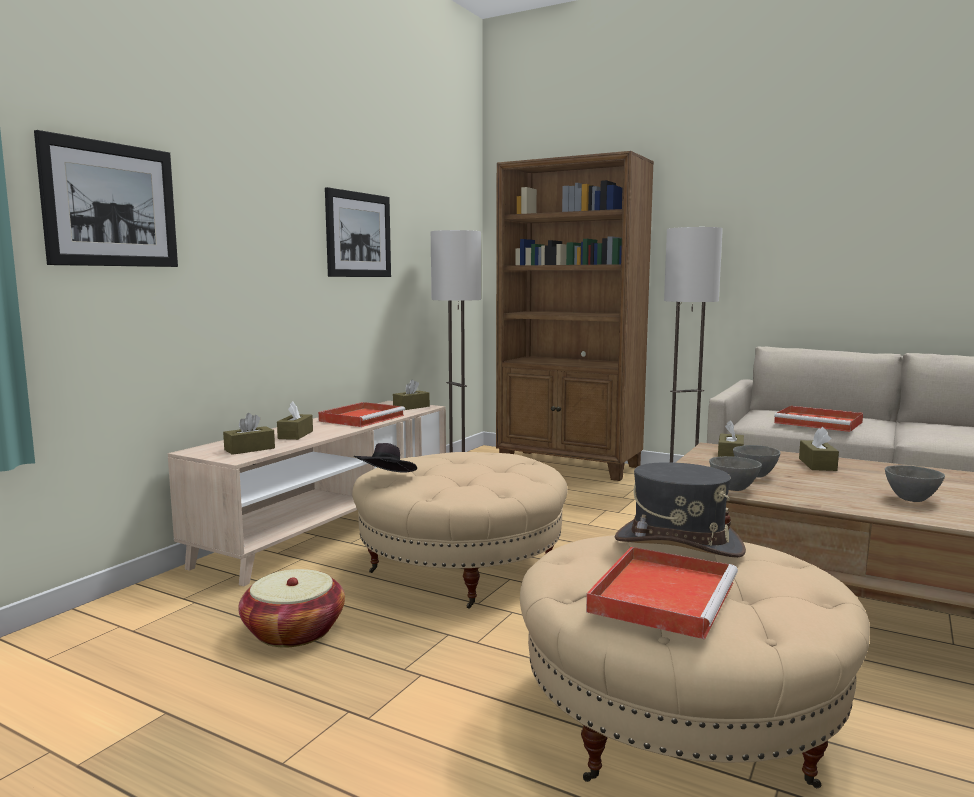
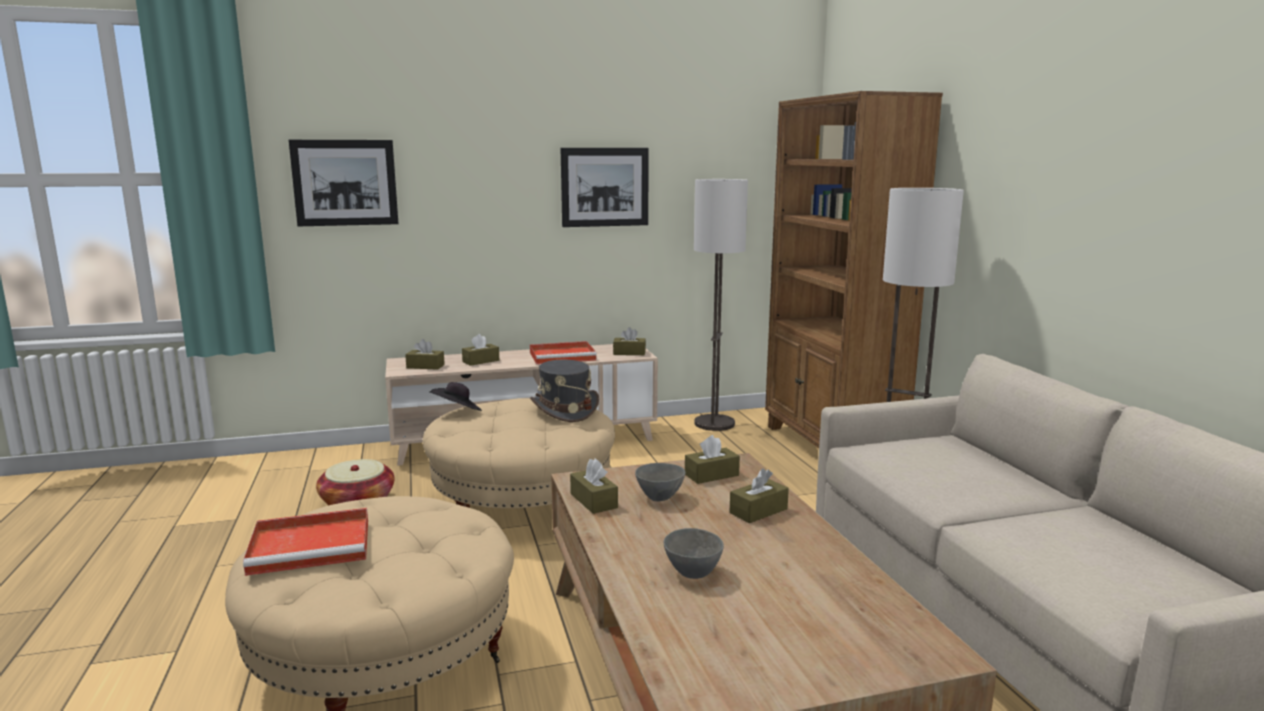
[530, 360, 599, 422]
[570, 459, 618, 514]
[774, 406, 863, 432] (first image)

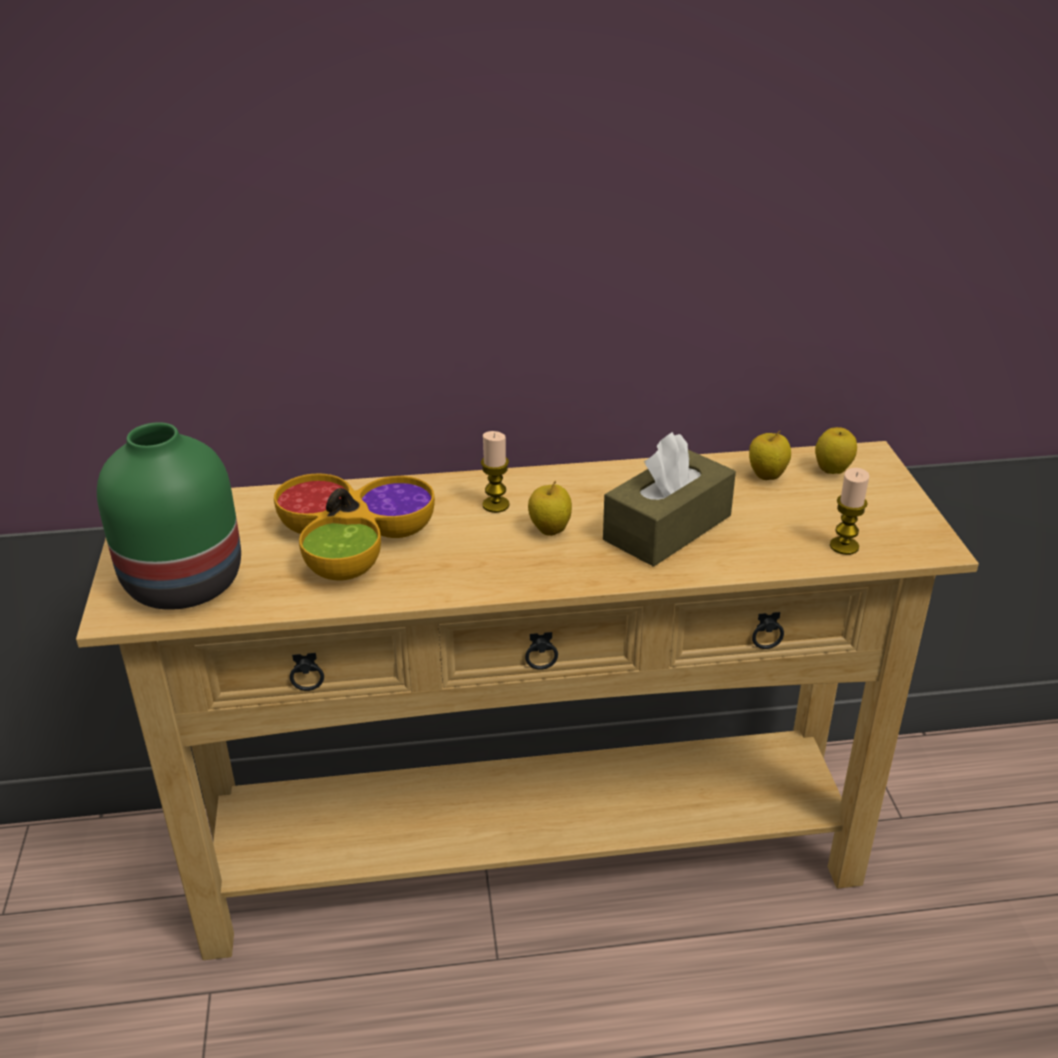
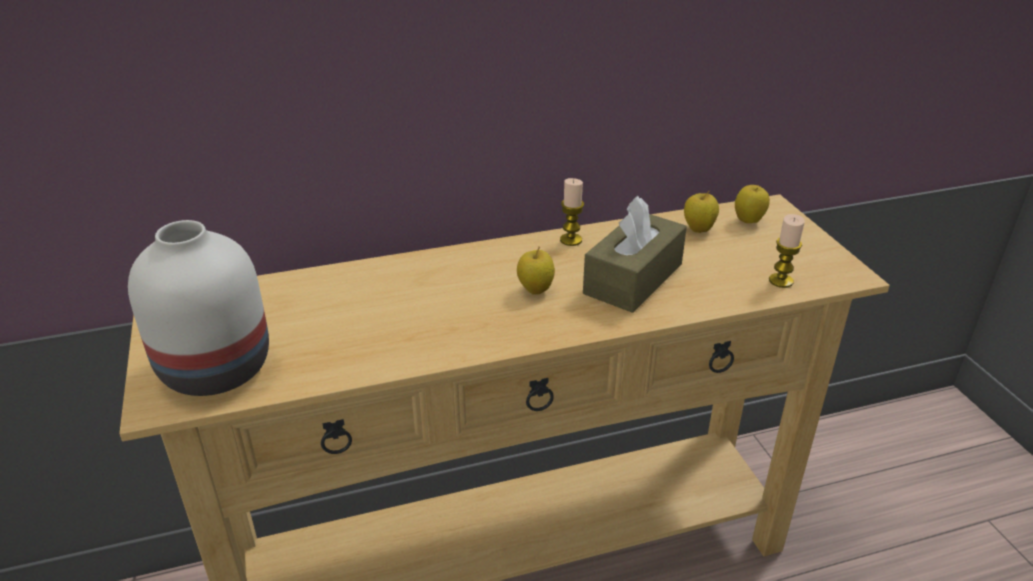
[128, 220, 269, 396]
[560, 178, 584, 246]
[274, 474, 435, 581] (first image)

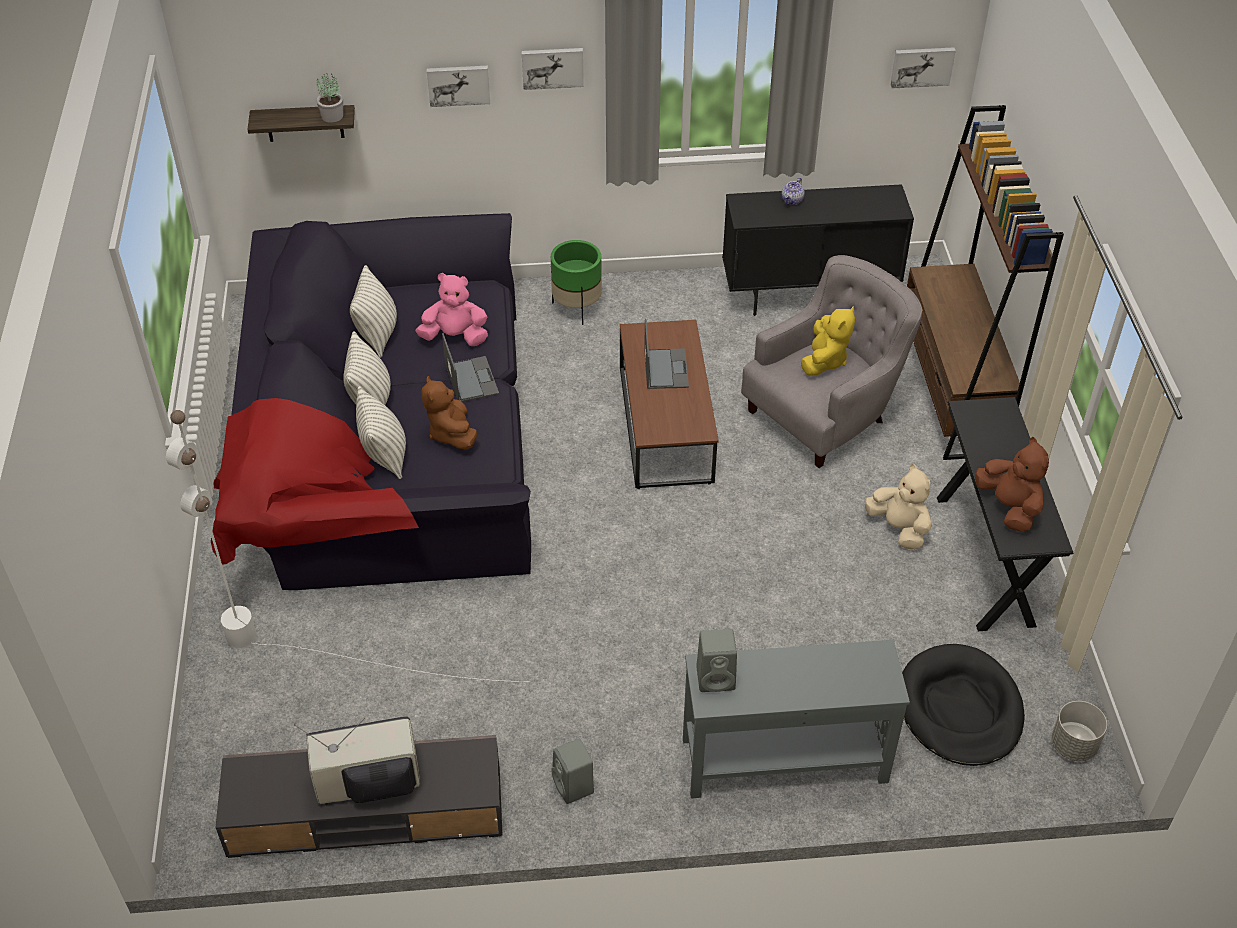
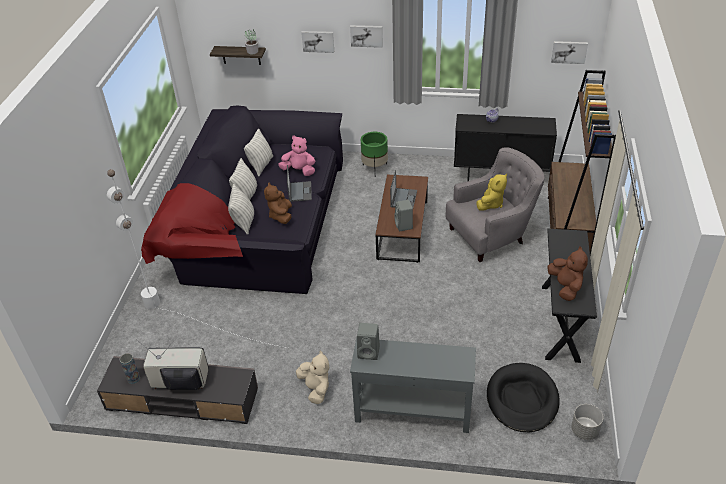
[119, 353, 140, 384]
[296, 350, 329, 404]
[394, 200, 413, 231]

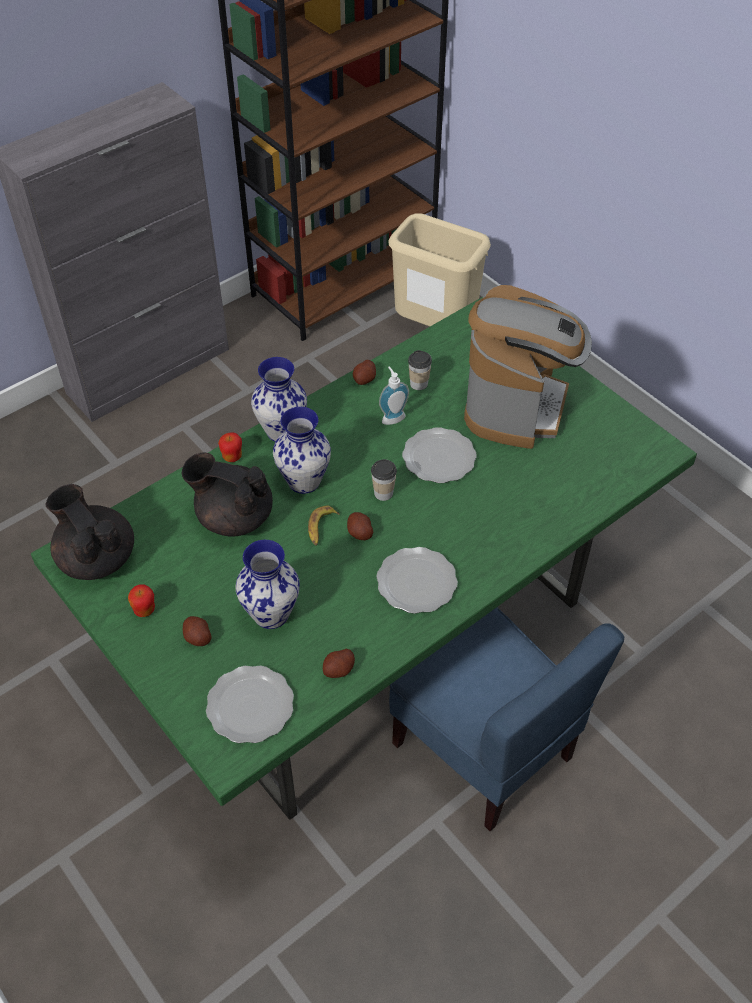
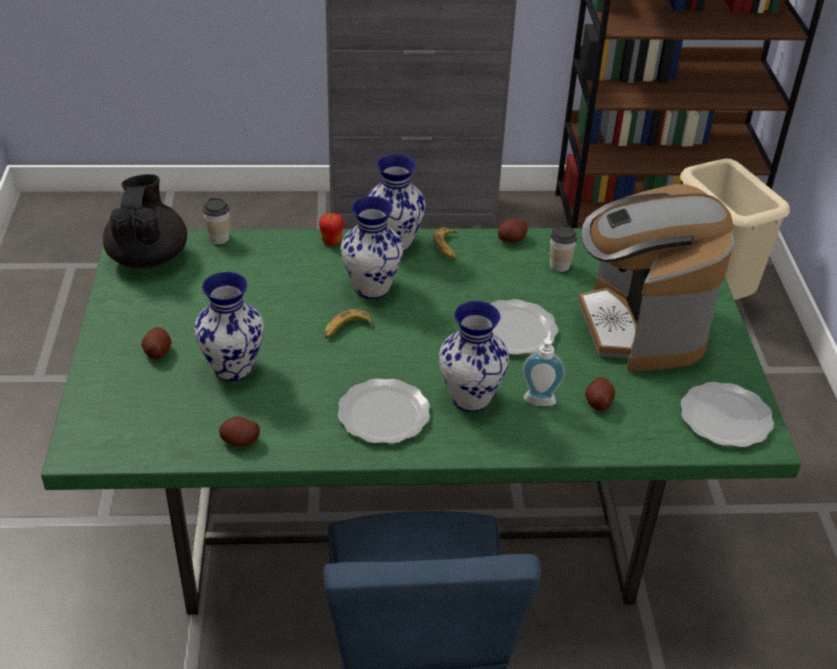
[203, 198, 230, 245]
[433, 227, 457, 260]
[439, 301, 509, 412]
[522, 331, 565, 406]
[579, 184, 734, 371]
[585, 377, 615, 411]
[680, 382, 774, 448]
[128, 584, 155, 617] (first image)
[181, 452, 273, 536] (first image)

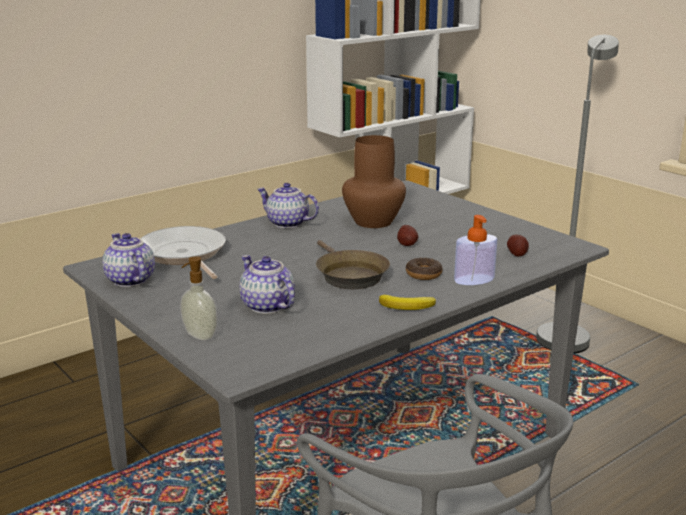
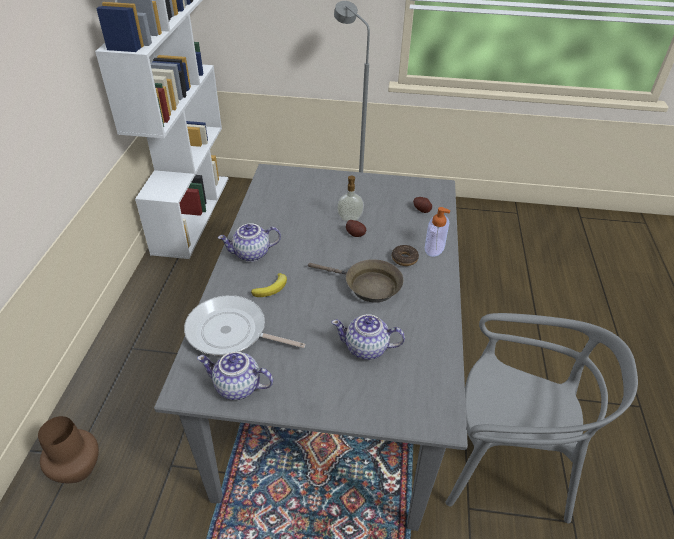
[38, 416, 99, 483]
[251, 273, 287, 297]
[337, 176, 364, 221]

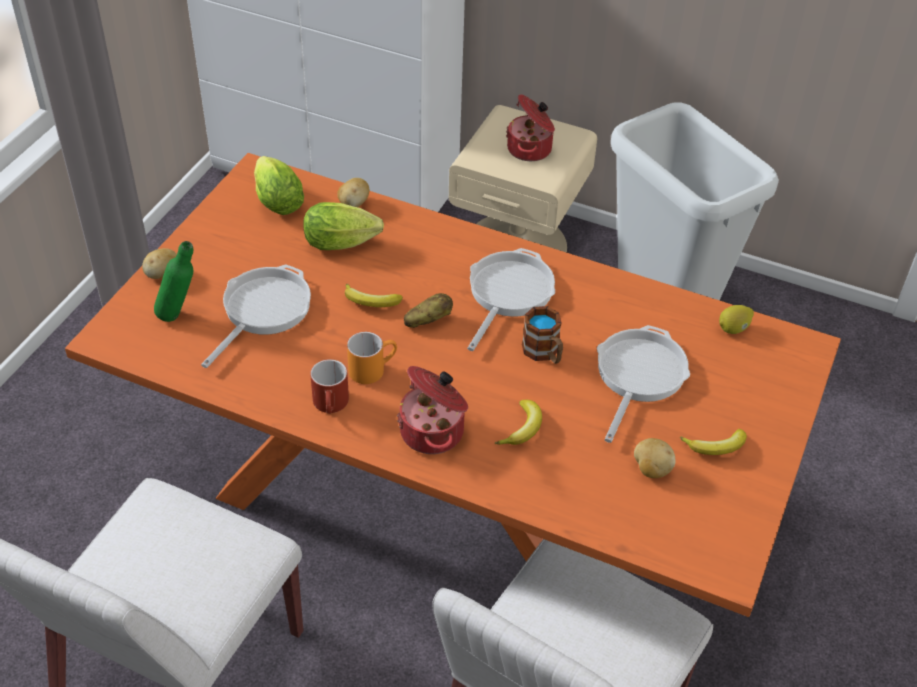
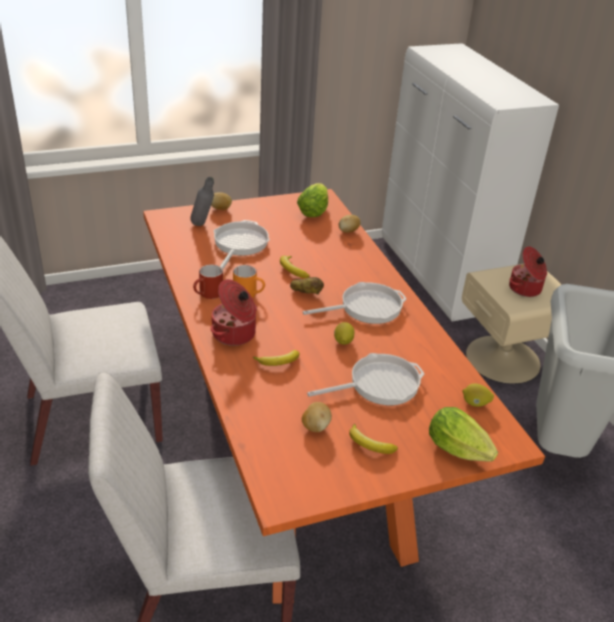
[190, 177, 214, 226]
[214, 220, 270, 269]
[334, 322, 354, 345]
[429, 407, 498, 461]

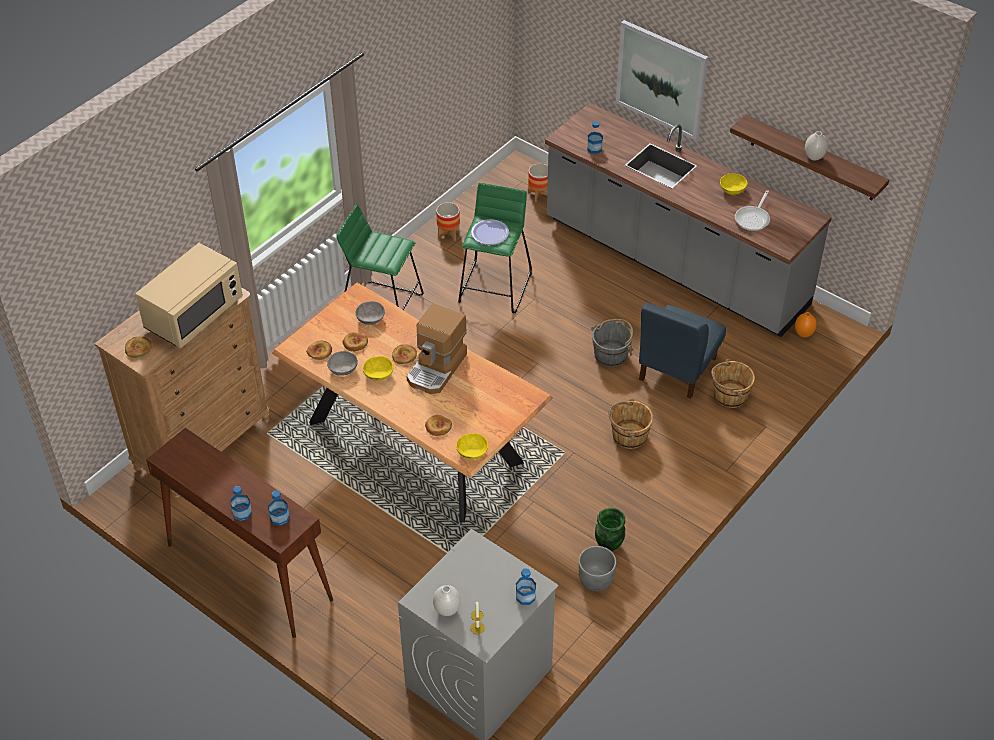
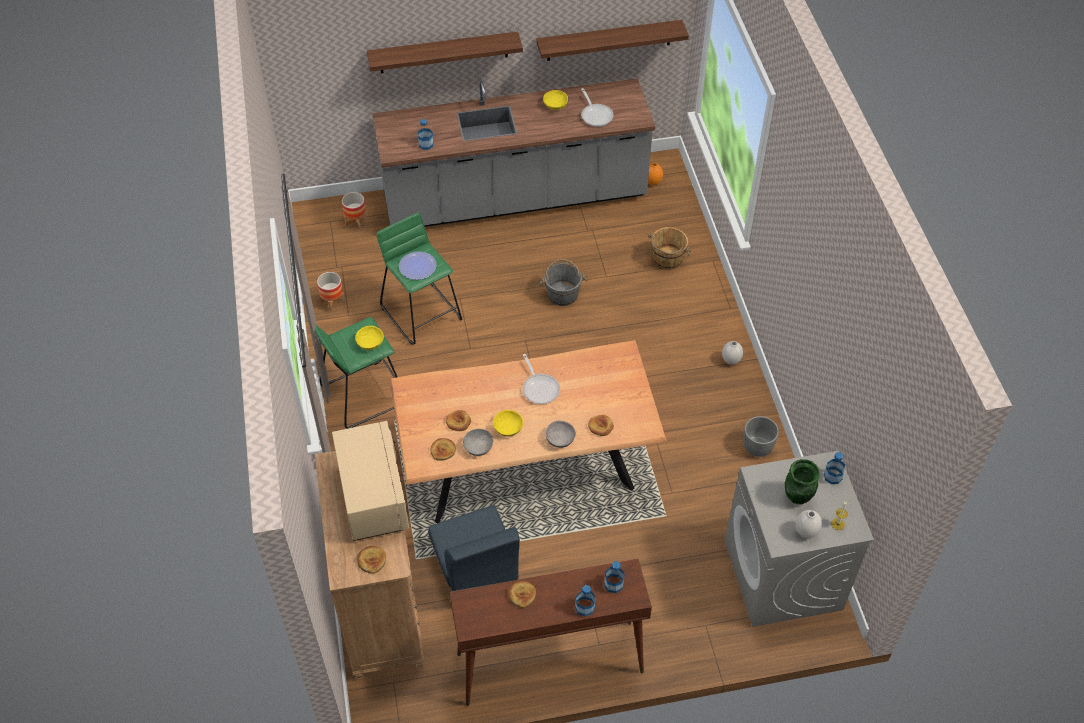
[355, 326, 384, 350]
[367, 32, 523, 74]
[428, 506, 520, 591]
[508, 581, 536, 608]
[523, 354, 560, 404]
[545, 420, 576, 448]
[722, 341, 743, 365]
[785, 459, 820, 504]
[609, 398, 653, 449] (first image)

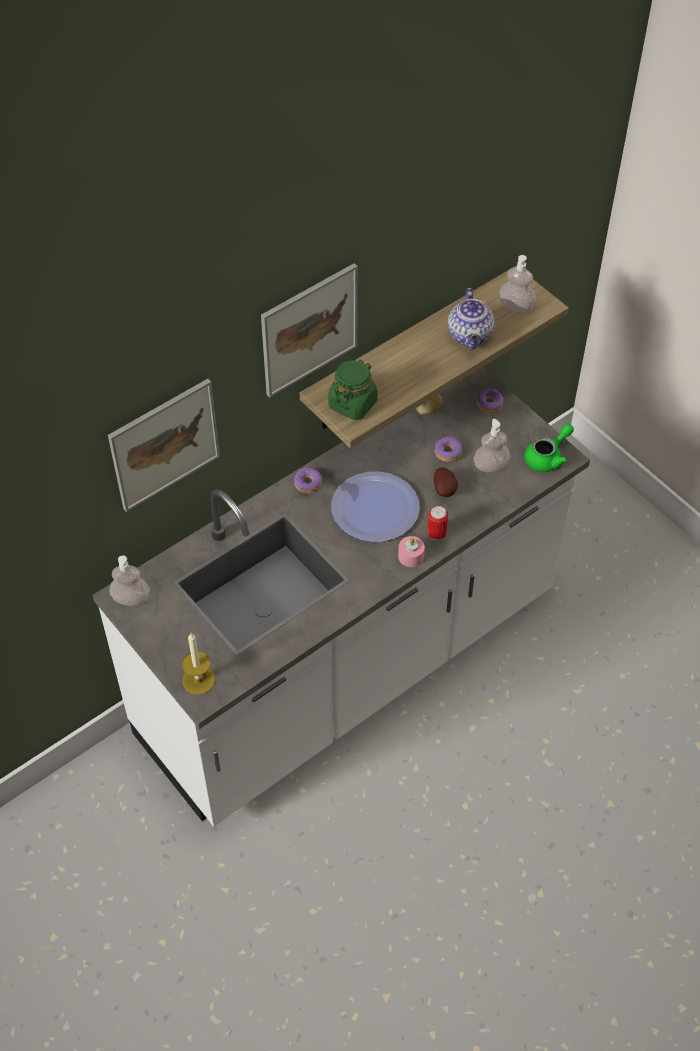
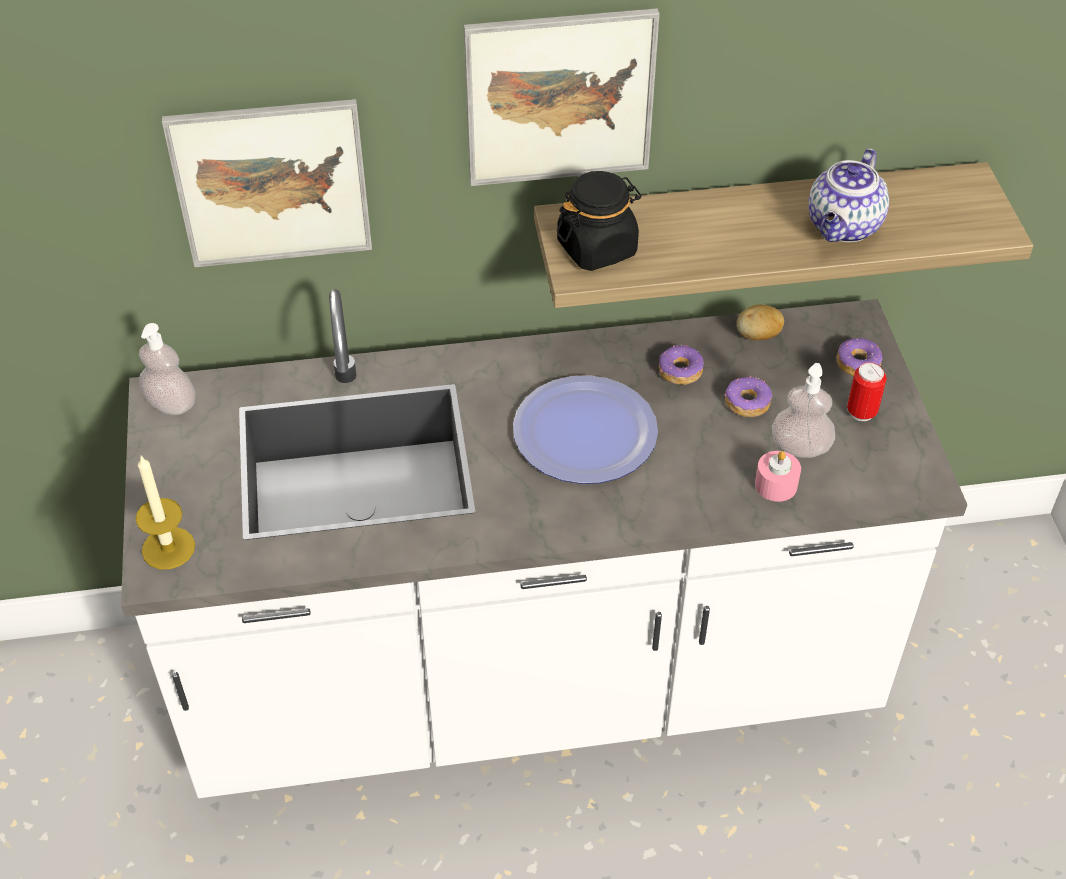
[557, 171, 641, 271]
[659, 345, 704, 385]
[755, 451, 801, 502]
[847, 362, 887, 421]
[434, 467, 458, 497] (first image)
[499, 255, 536, 312] (first image)
[524, 423, 574, 472] (first image)

